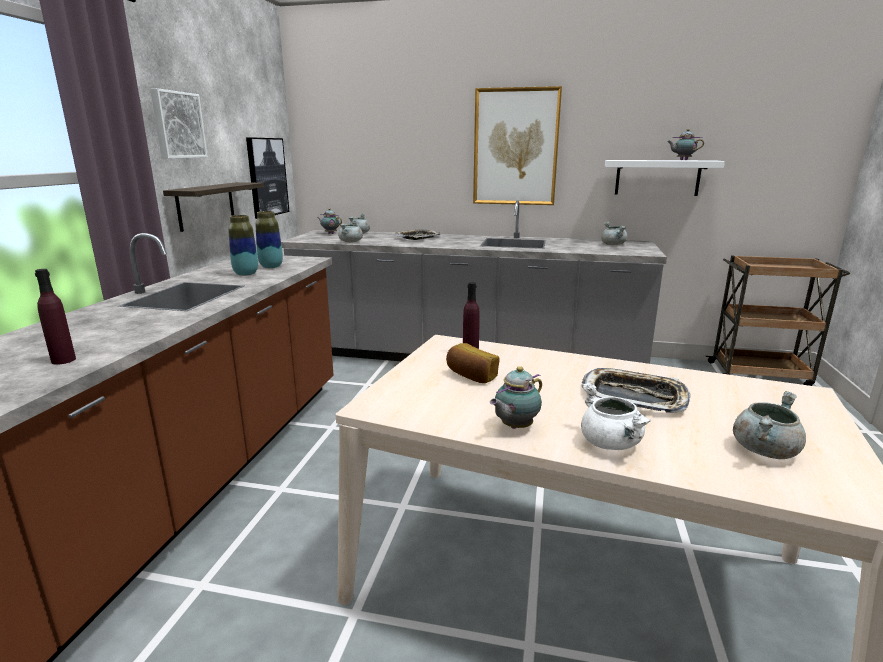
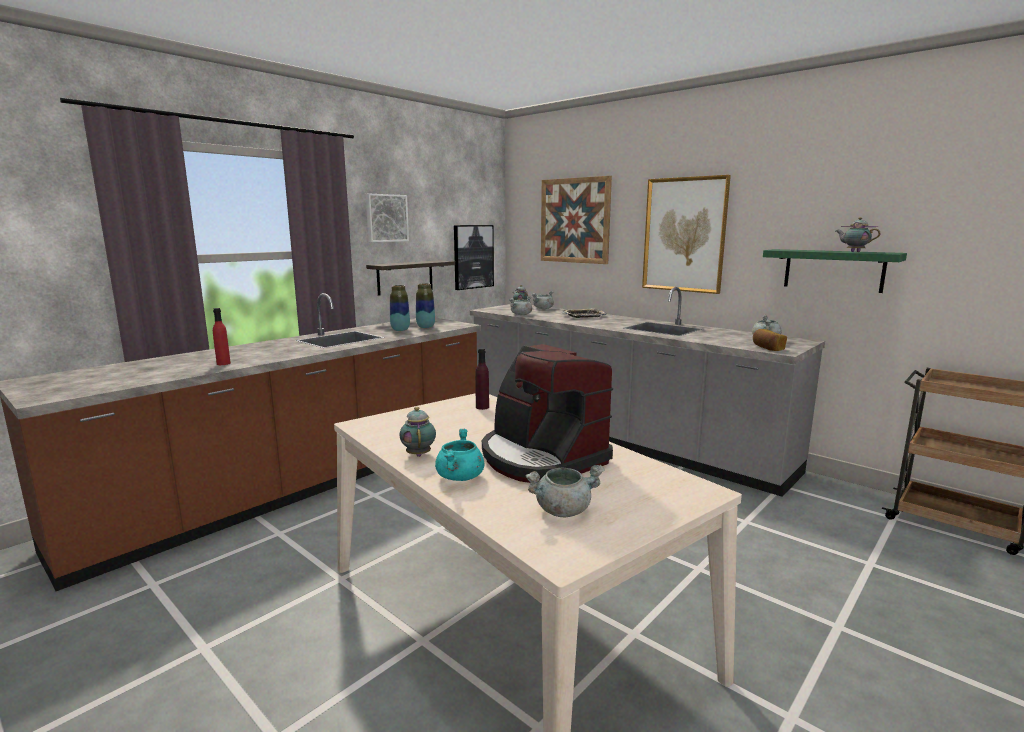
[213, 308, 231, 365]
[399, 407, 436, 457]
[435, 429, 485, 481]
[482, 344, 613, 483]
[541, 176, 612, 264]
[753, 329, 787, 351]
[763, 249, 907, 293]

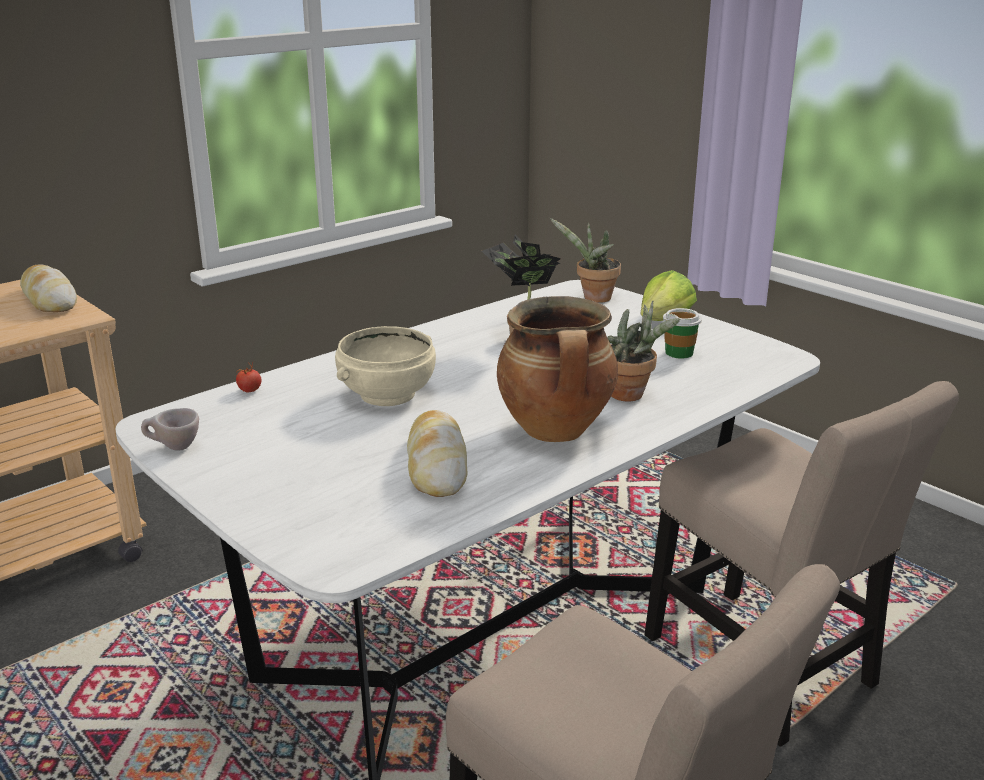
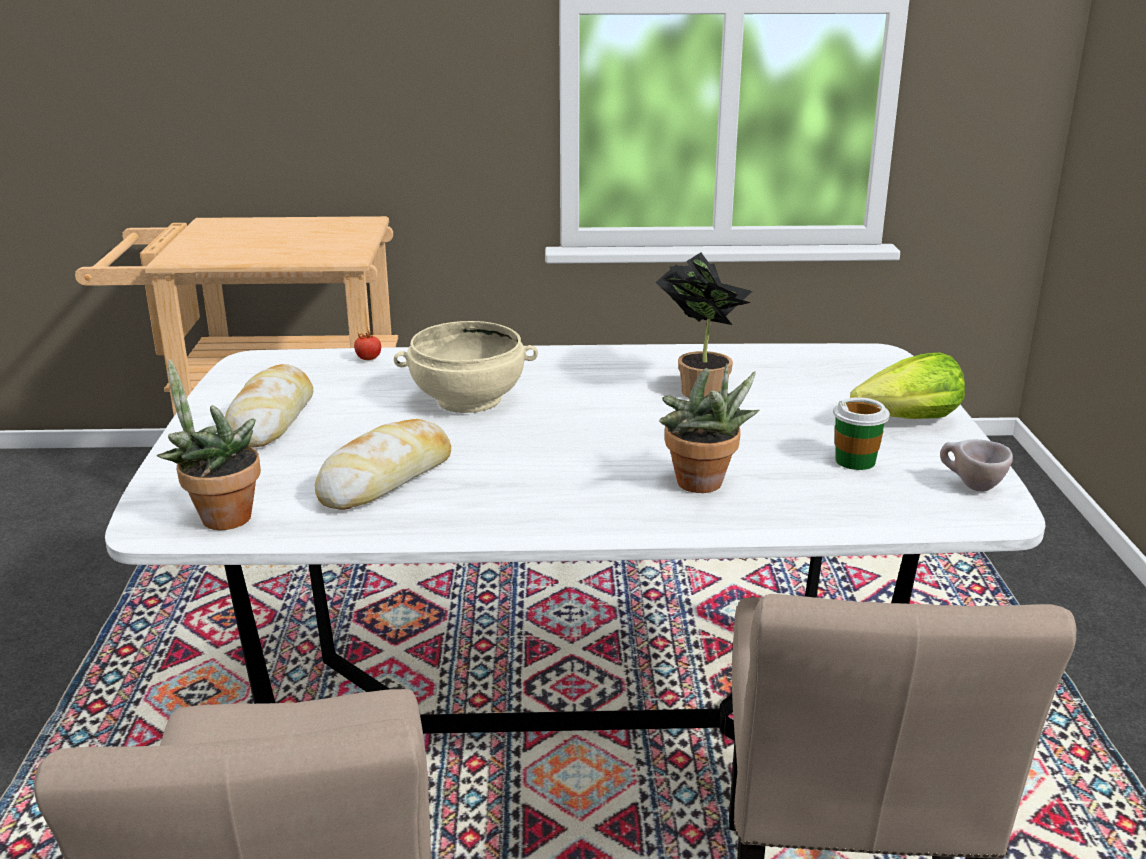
[157, 359, 261, 530]
[225, 364, 313, 448]
[940, 439, 1013, 492]
[497, 296, 618, 442] (first image)

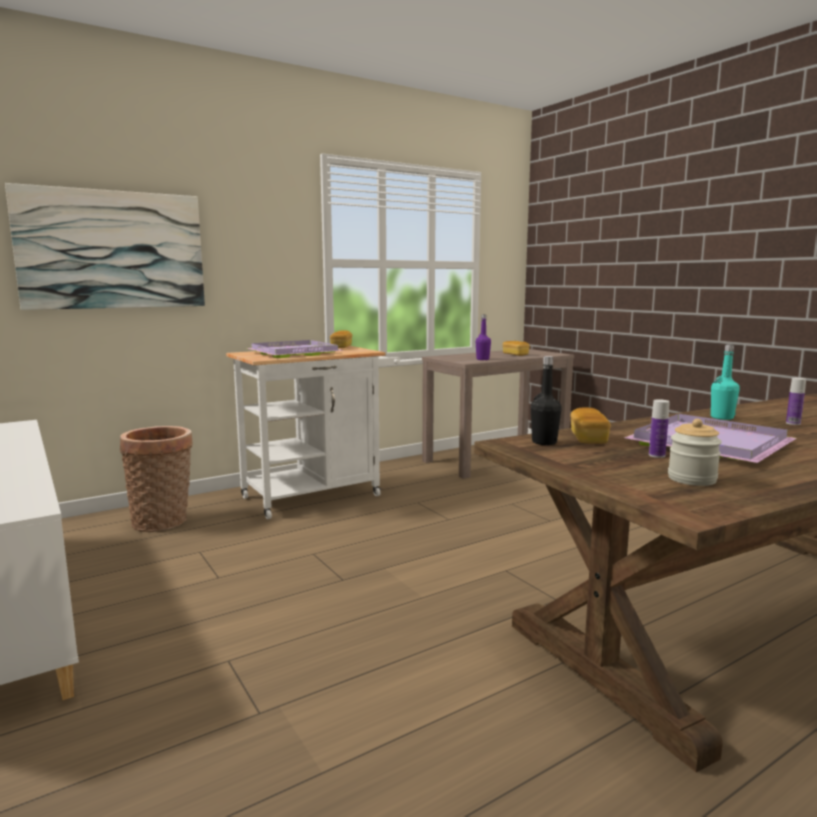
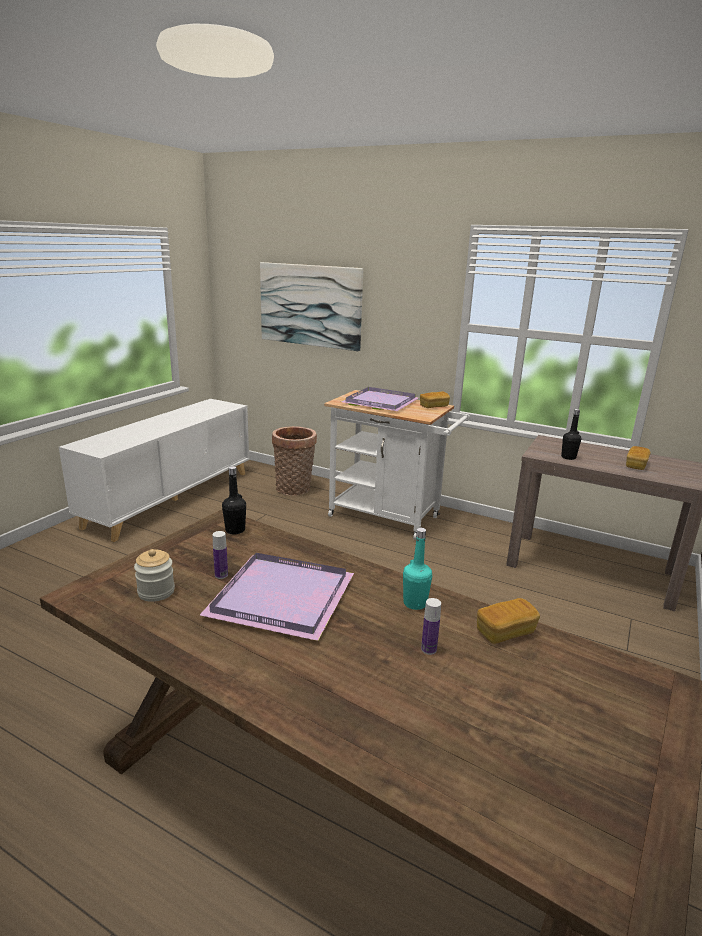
[477, 598, 540, 644]
[561, 409, 581, 460]

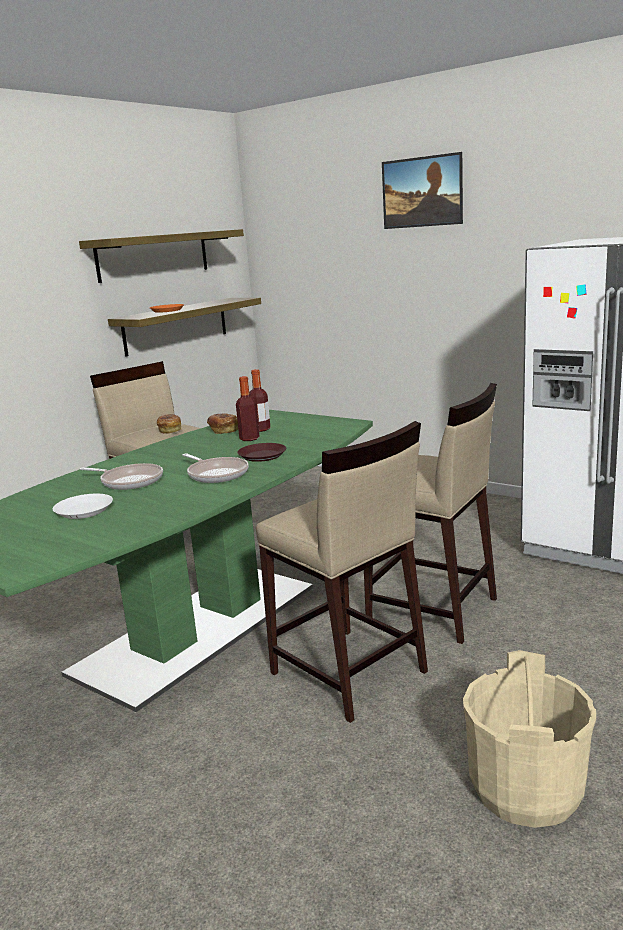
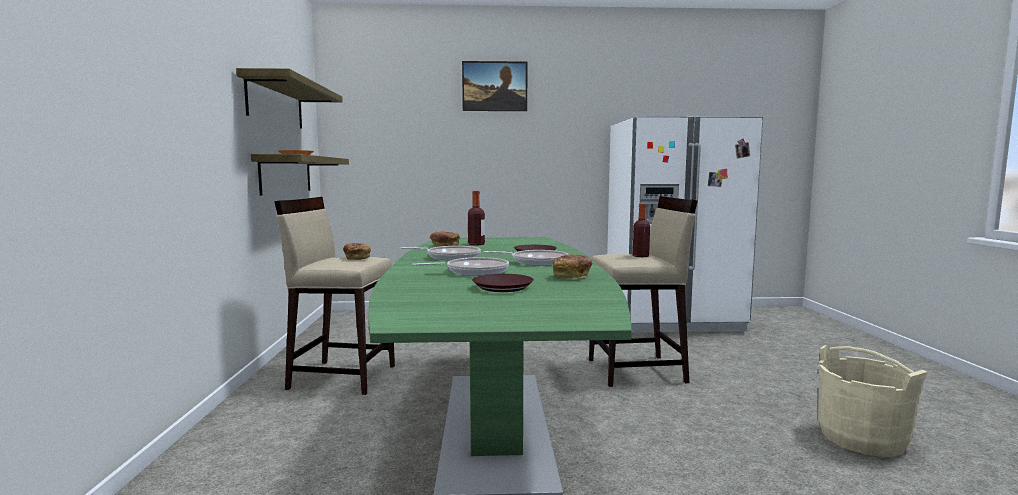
[401, 246, 481, 260]
[472, 274, 534, 292]
[553, 254, 592, 279]
[633, 203, 650, 257]
[256, 421, 428, 723] (first image)

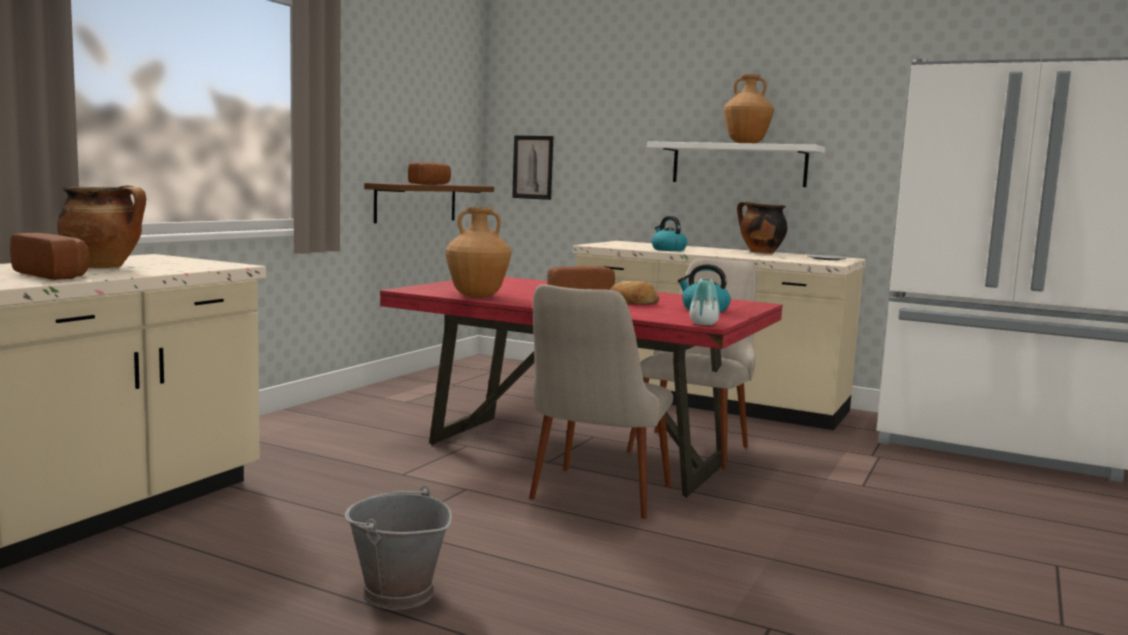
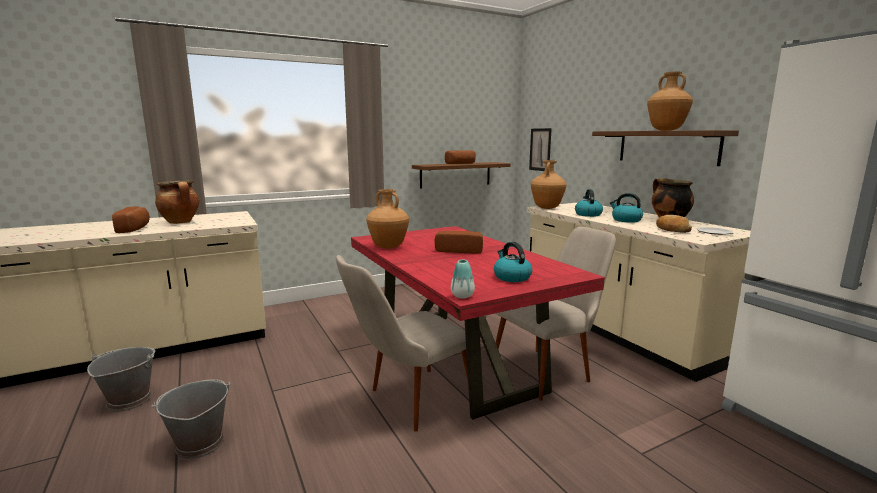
[87, 347, 156, 411]
[531, 160, 567, 209]
[592, 130, 739, 166]
[610, 193, 643, 223]
[656, 215, 692, 233]

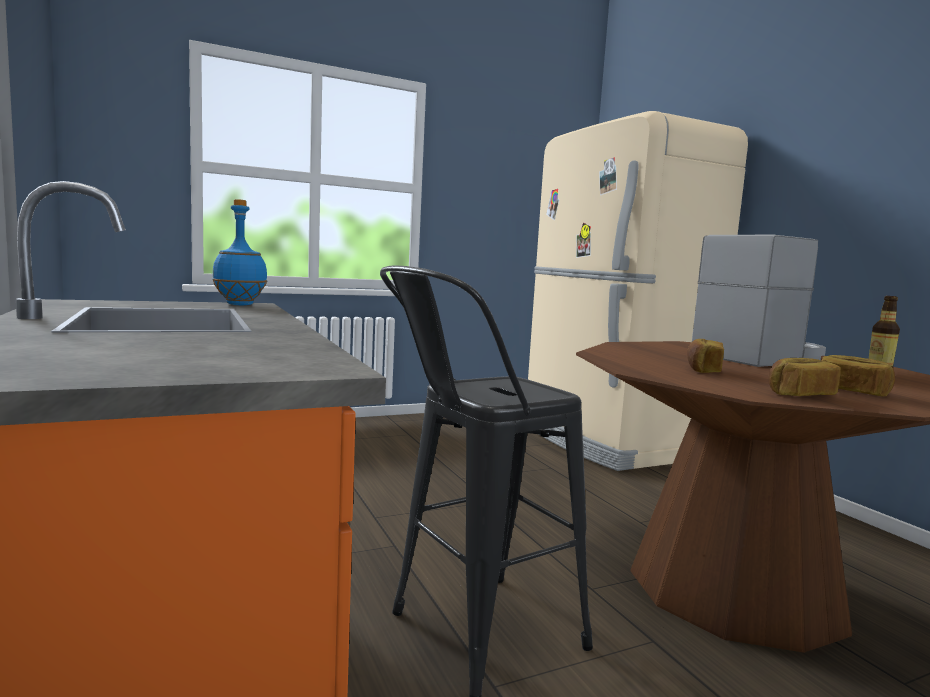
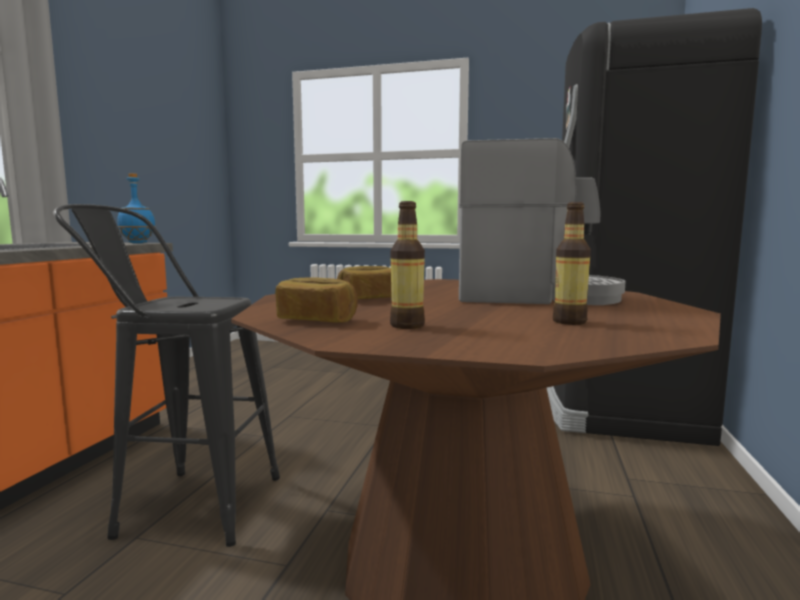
[390, 201, 425, 329]
[547, 8, 762, 446]

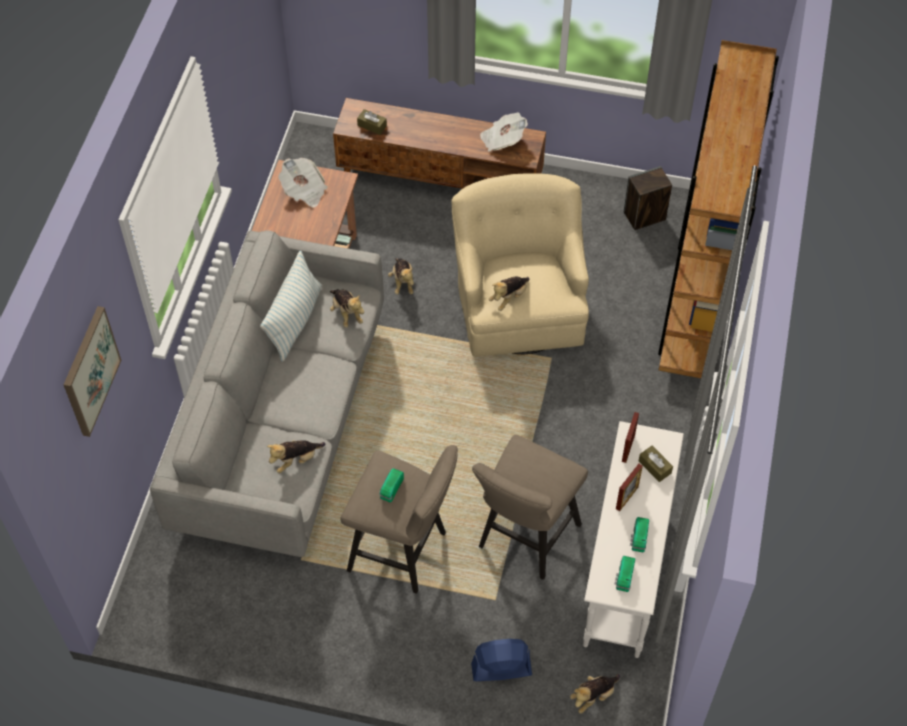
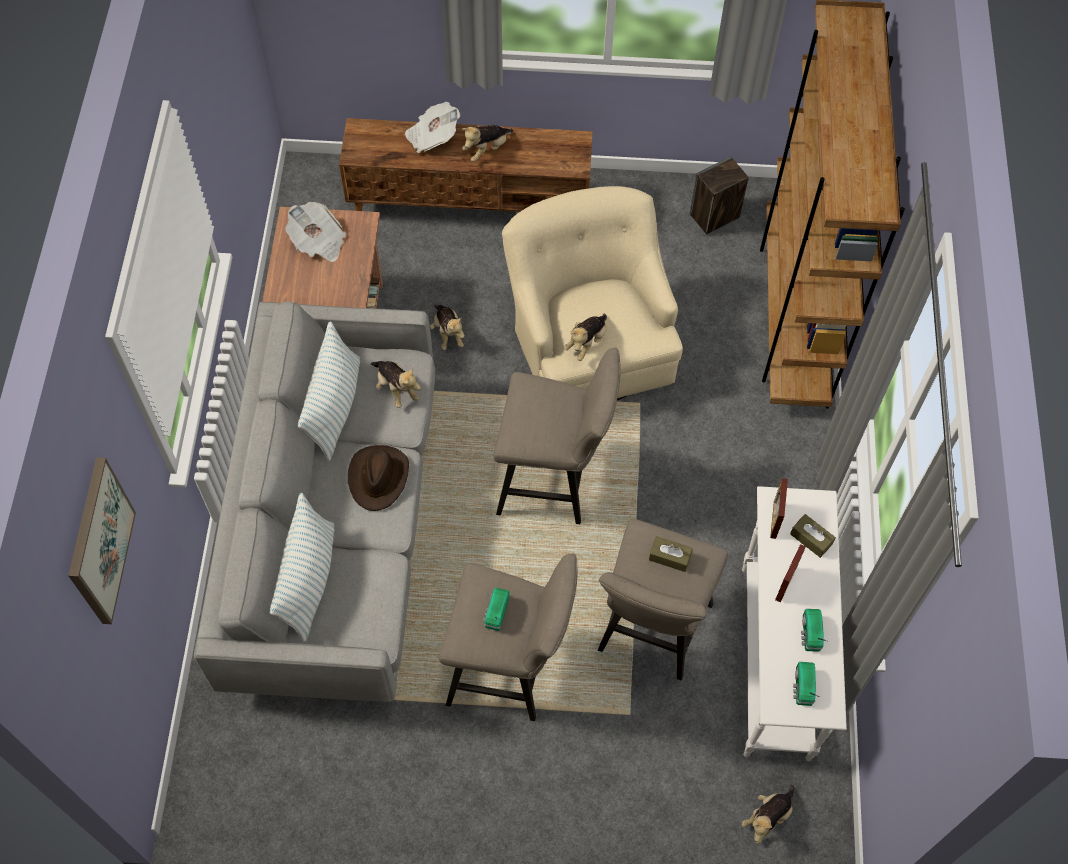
[269, 493, 335, 642]
[348, 445, 409, 511]
[405, 102, 460, 153]
[462, 125, 513, 162]
[494, 348, 621, 524]
[649, 536, 693, 572]
[471, 639, 532, 681] (first image)

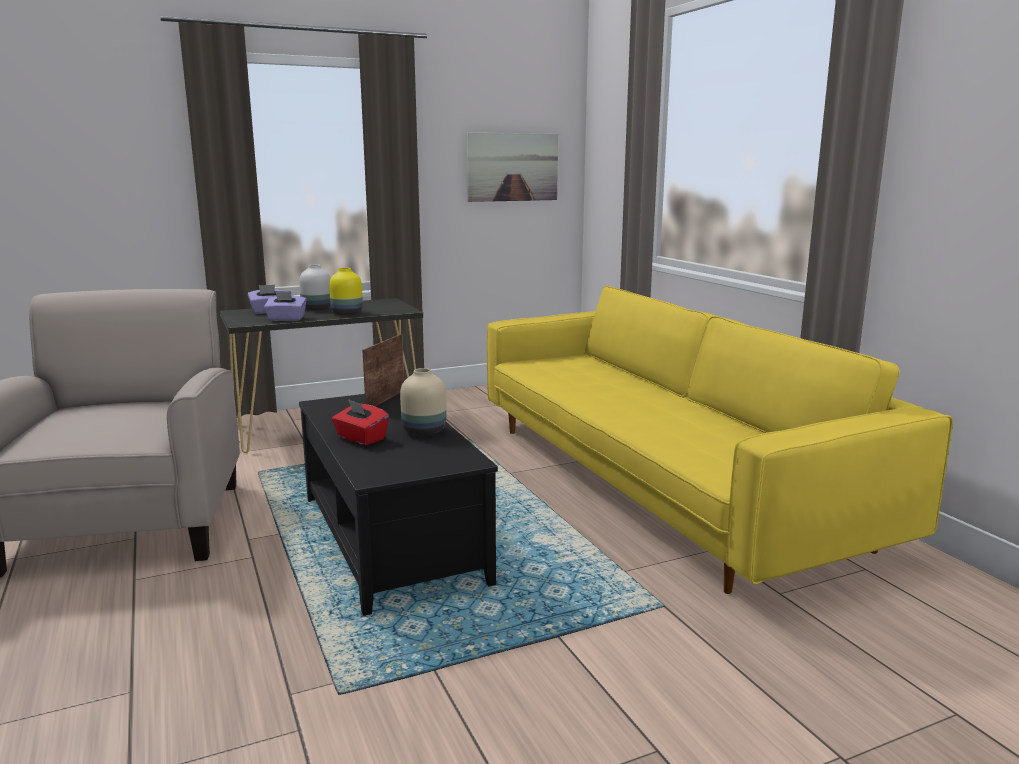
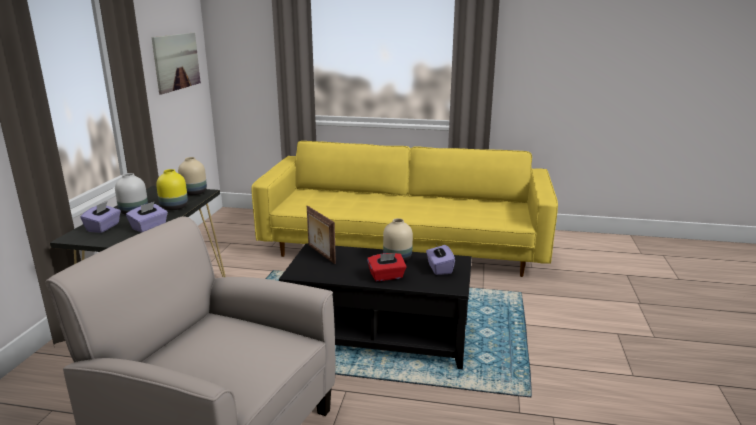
[178, 157, 207, 195]
[426, 245, 455, 275]

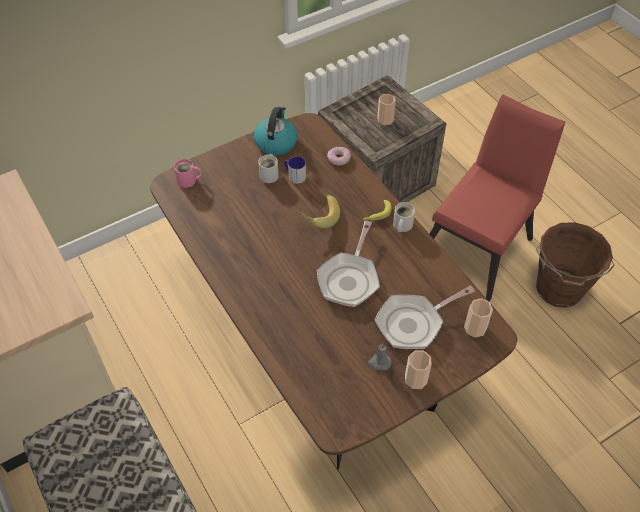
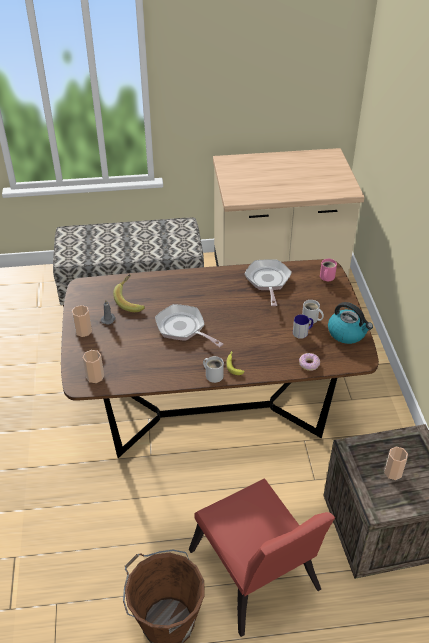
[113, 274, 145, 312]
[245, 259, 292, 306]

